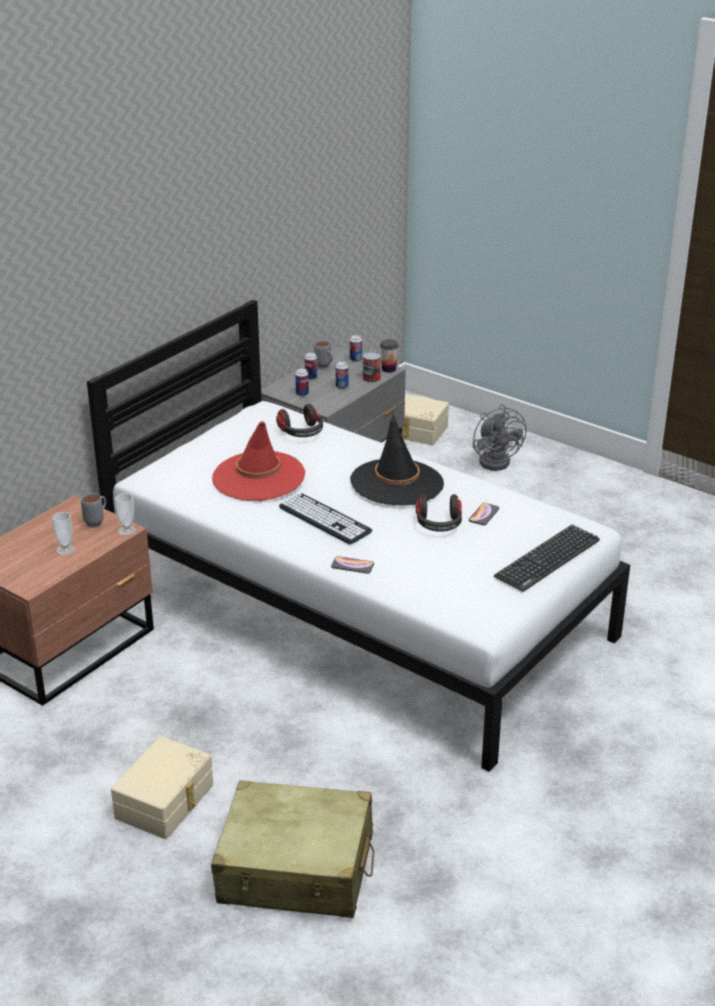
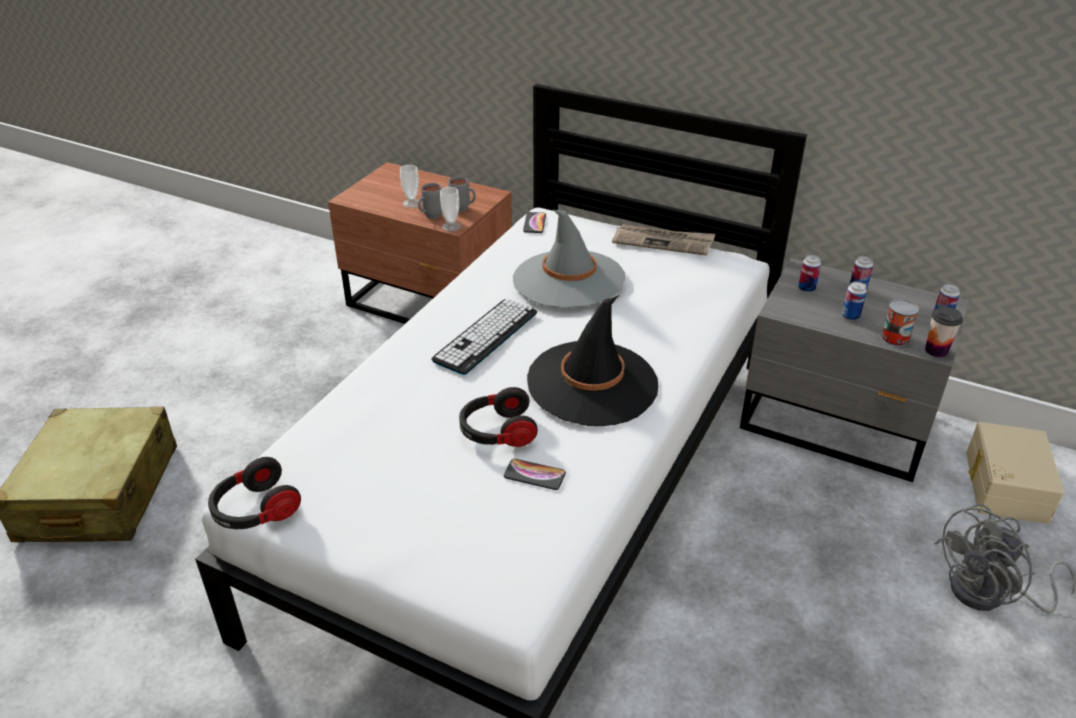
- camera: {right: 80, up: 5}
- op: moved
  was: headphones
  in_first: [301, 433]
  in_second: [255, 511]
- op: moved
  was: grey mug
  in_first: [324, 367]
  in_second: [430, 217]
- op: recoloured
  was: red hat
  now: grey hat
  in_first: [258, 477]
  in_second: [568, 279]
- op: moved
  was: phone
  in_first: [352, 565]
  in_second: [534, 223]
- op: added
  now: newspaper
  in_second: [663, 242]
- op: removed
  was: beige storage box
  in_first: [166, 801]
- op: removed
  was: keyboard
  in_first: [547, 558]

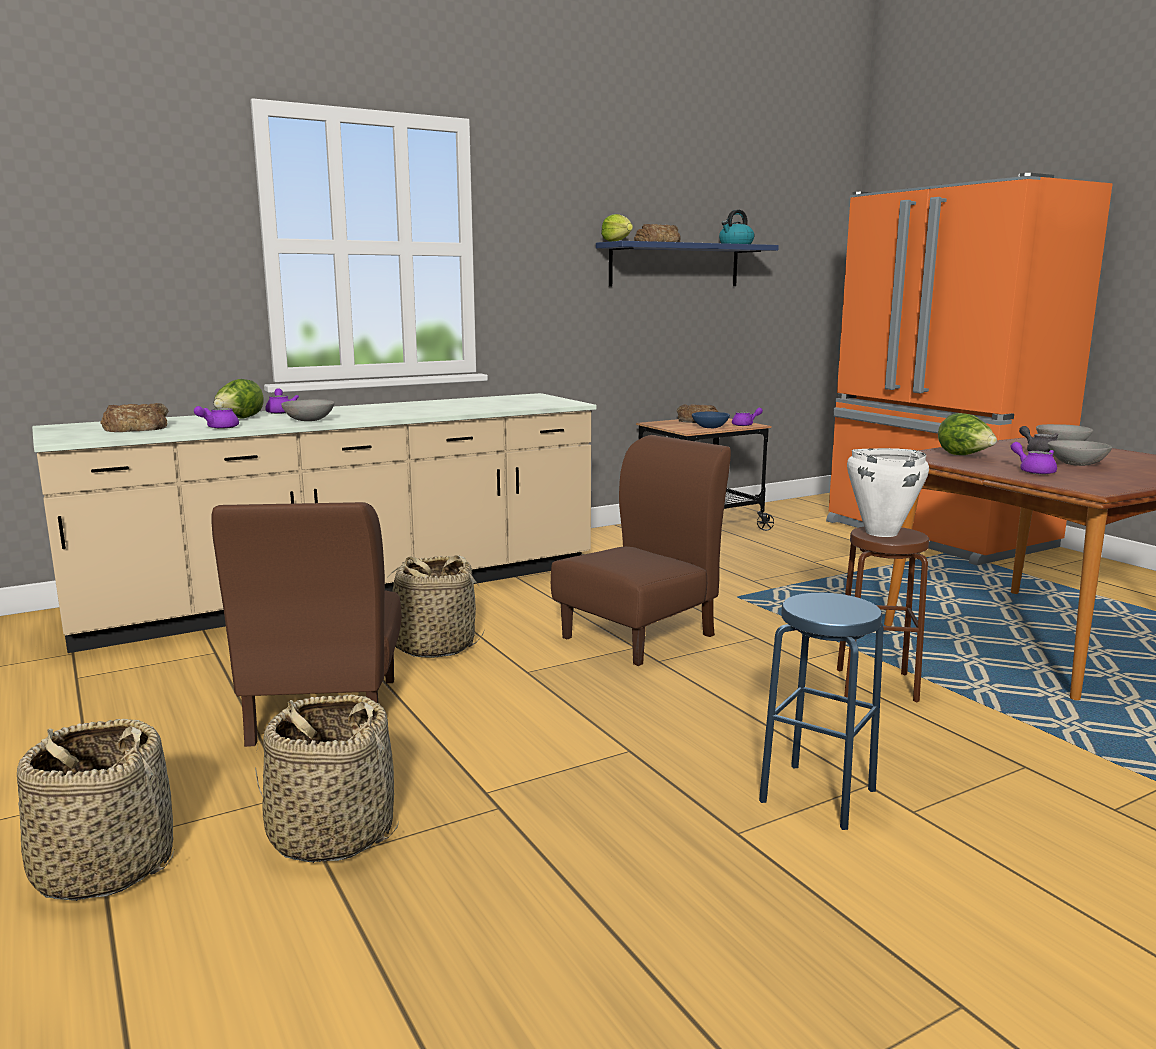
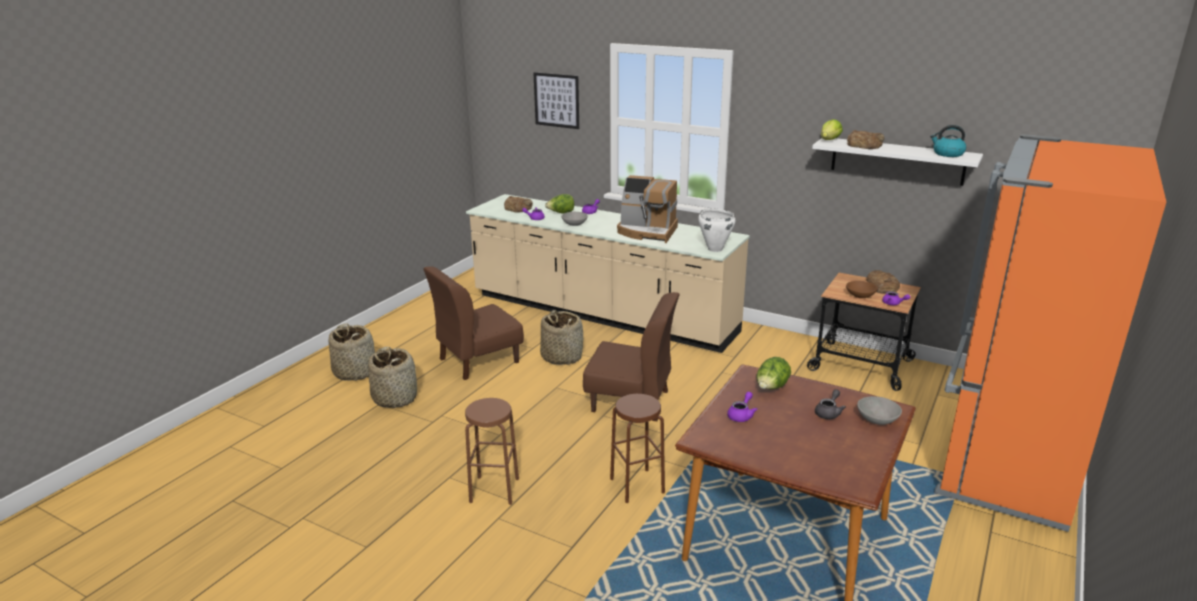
- camera: {right: 60, up: 10}
- op: recoloured
  was: blue stool
  now: brown stool
  in_first: [818, 795]
  in_second: [494, 490]
- op: added
  now: picture
  in_second: [556, 100]
- op: added
  now: coffee machine
  in_second: [647, 232]
- op: moved
  was: white cooking pot
  in_first: [880, 533]
  in_second: [715, 249]
- op: recoloured
  was: blue shelf
  now: white shelf
  in_first: [675, 265]
  in_second: [897, 161]
- op: recoloured
  was: blue bowl
  now: brown bowl
  in_first: [710, 427]
  in_second: [860, 296]
- op: removed
  was: grey bowl
  in_first: [1076, 464]

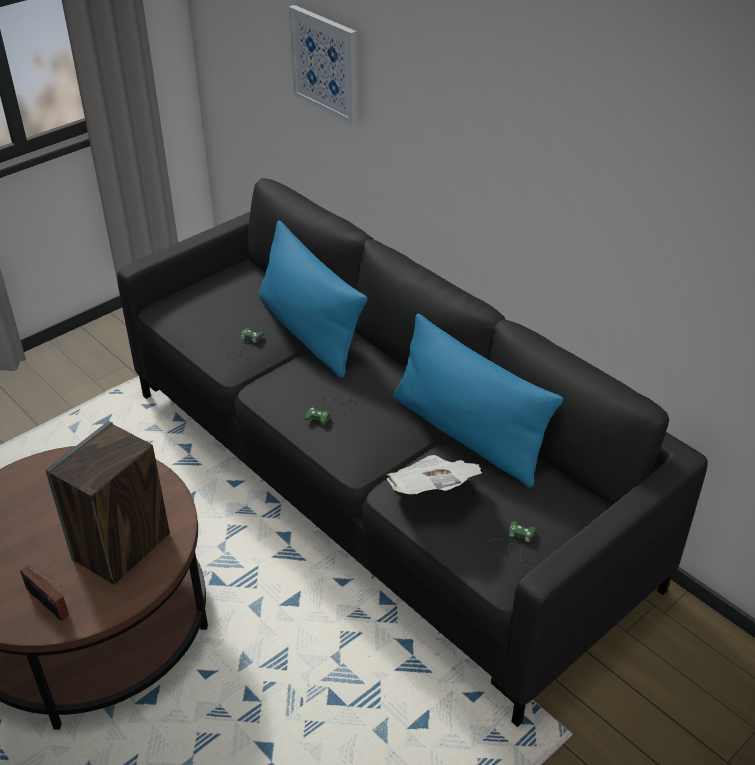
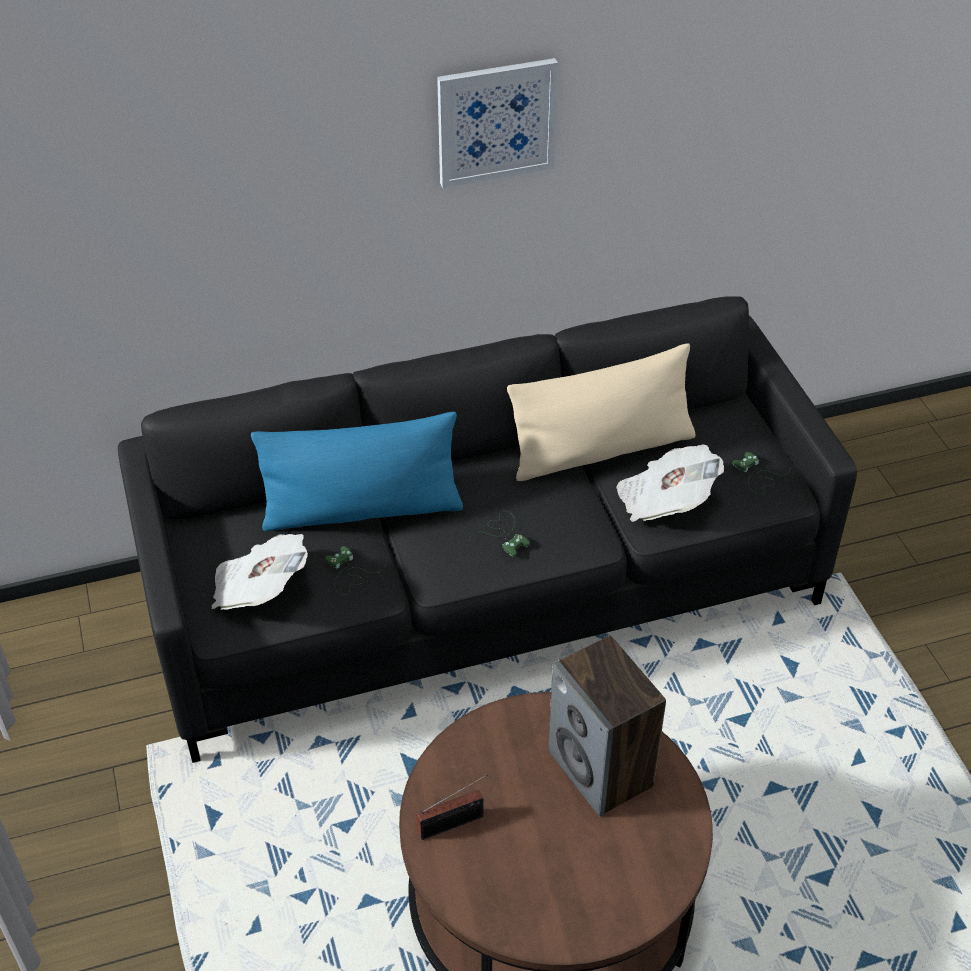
- camera: {right: -65, up: 5}
- op: added
  now: newspaper
  in_second: [259, 590]
- op: moved
  was: radio
  in_first: [49, 605]
  in_second: [454, 823]
- op: moved
  was: picture
  in_first: [326, 64]
  in_second: [496, 121]
- op: recoloured
  was: blue pillow
  now: beige pillow
  in_first: [467, 434]
  in_second: [602, 450]

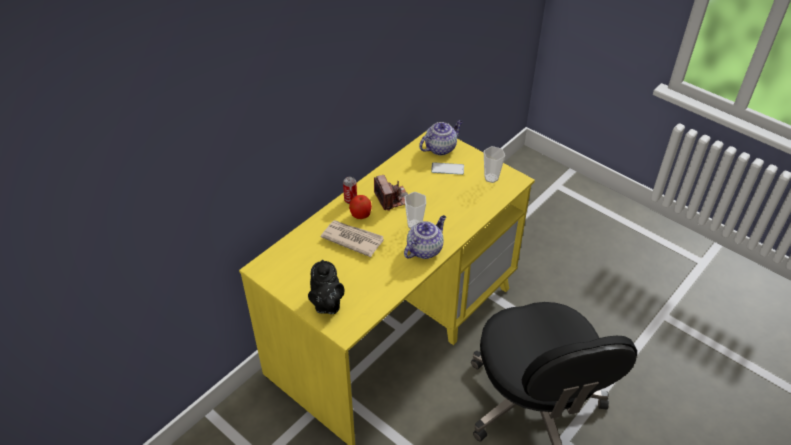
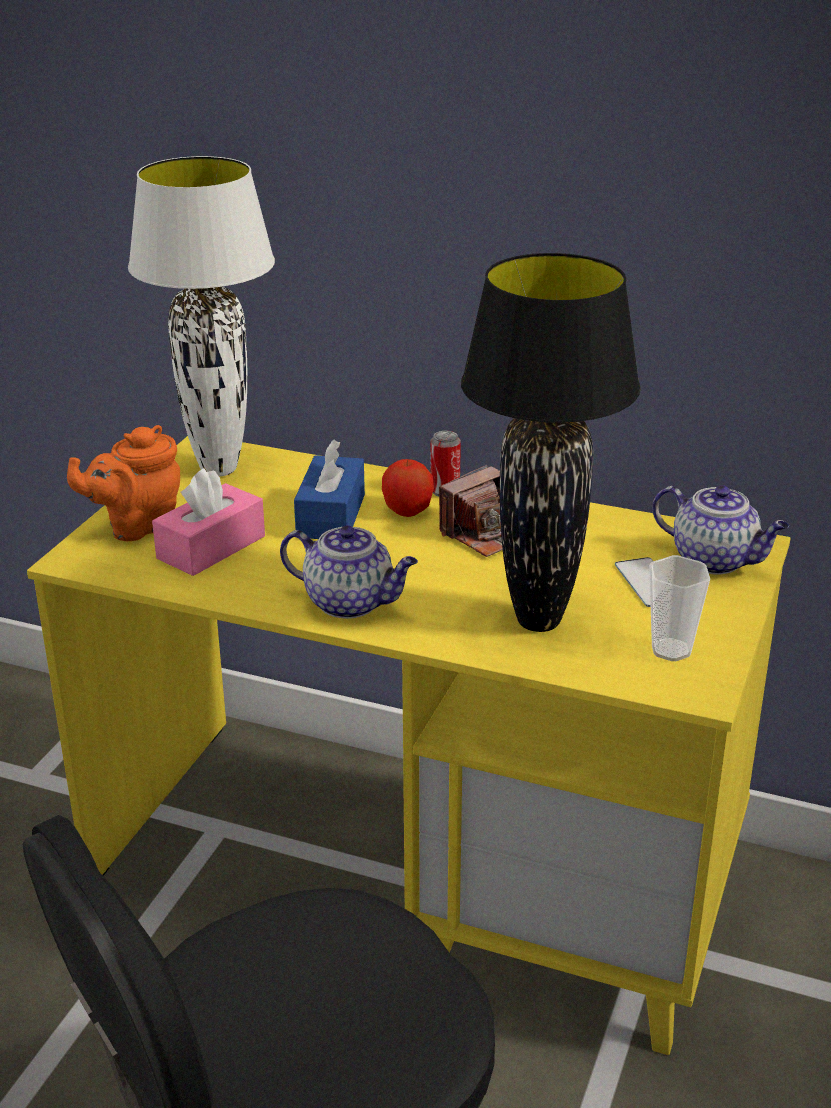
- camera: {right: 70, up: -15}
- op: recoloured
  was: black teapot
  now: orange teapot
  in_first: [327, 305]
  in_second: [136, 527]
- op: added
  now: white table lamp
  in_second: [218, 469]
- op: added
  now: pink tissue box
  in_second: [211, 547]
- op: replaced
  was: newspaper
  now: blue tissue box
  in_first: [352, 239]
  in_second: [331, 516]
- op: added
  now: black table lamp
  in_second: [537, 621]
- op: removed
  was: cup
  in_first: [414, 224]

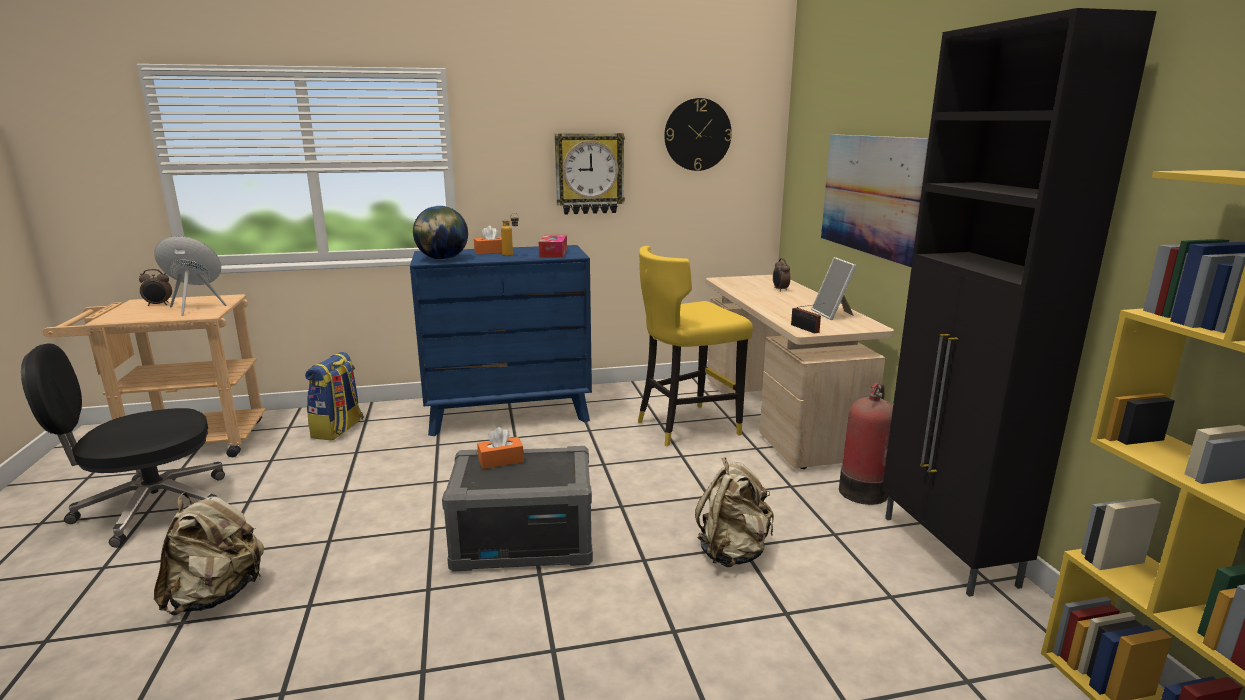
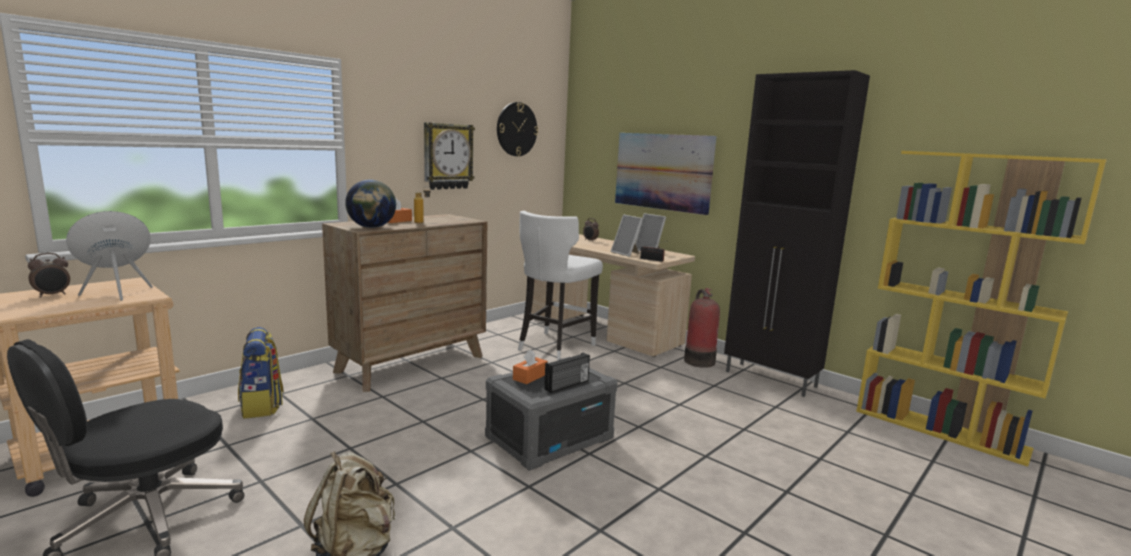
- camera: {right: -35, up: -5}
- op: recoloured
  was: blue dresser
  now: brown dresser
  in_first: [509, 414]
  in_second: [411, 364]
- op: recoloured
  was: yellow stool
  now: white stool
  in_first: [686, 426]
  in_second: [554, 347]
- op: added
  now: radio
  in_second: [567, 385]
- op: added
  now: picture frame
  in_second: [626, 253]
- op: removed
  was: tissue box
  in_first: [553, 253]
- op: removed
  was: beige backpack
  in_first: [733, 552]

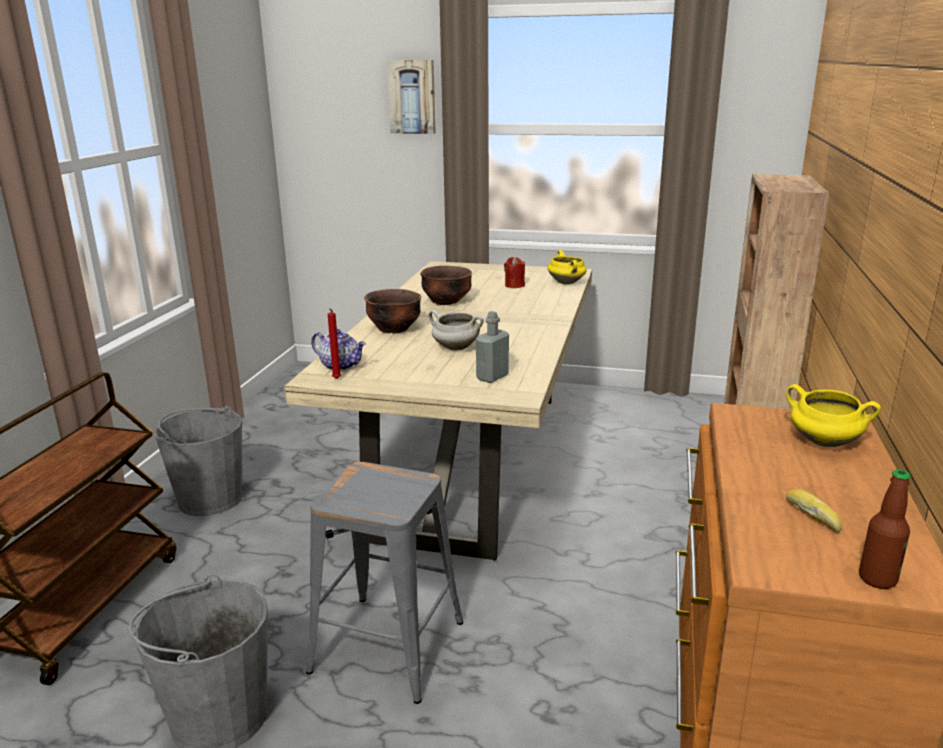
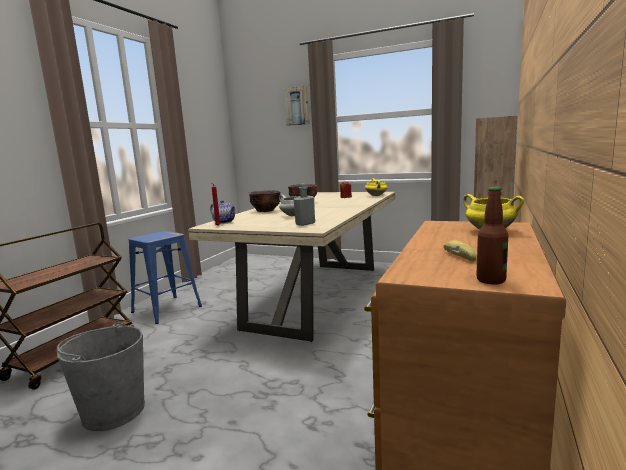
- camera: {right: 10, up: -10}
- op: replaced
  was: grey bucket
  now: blue stool
  in_first: [210, 498]
  in_second: [166, 309]
- op: removed
  was: grey stool
  in_first: [387, 647]

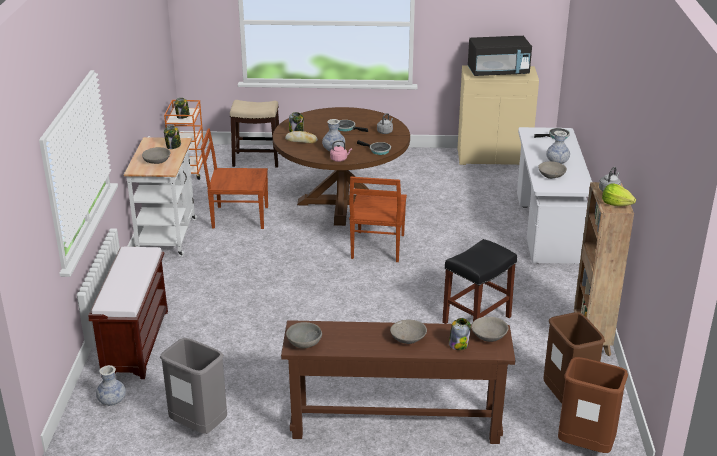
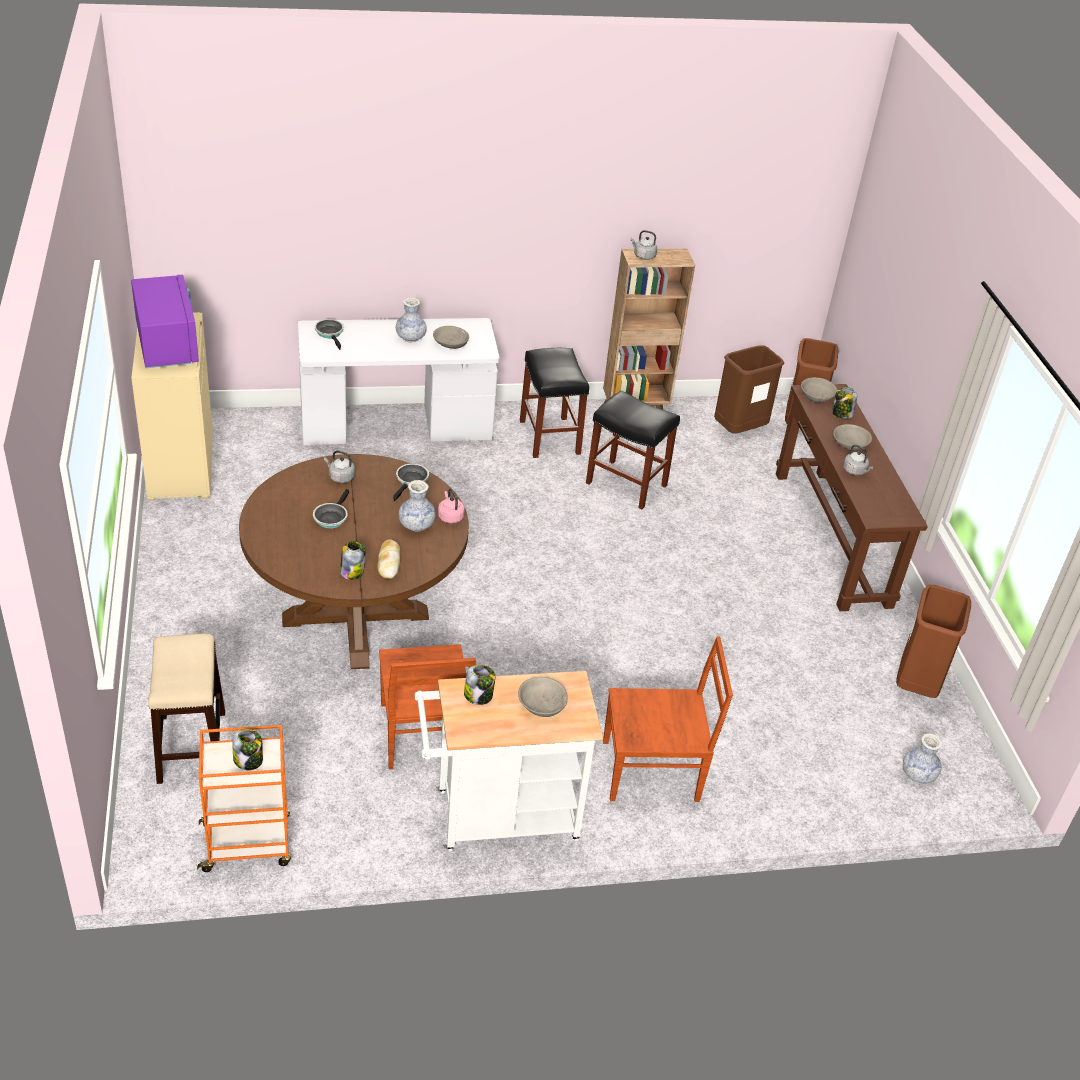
- camera: {right: -105, up: 10}
- op: recoloured
  was: black microwave
  now: purple microwave
  in_first: [498, 72]
  in_second: [167, 345]
- op: added
  now: black stool
  in_second: [549, 437]
- op: moved
  was: brown chair
  in_first: [377, 247]
  in_second: [653, 771]
- op: added
  now: grey kettle
  in_second: [855, 471]
- op: recoloured
  was: grey trash can
  now: brown trash can
  in_first: [198, 426]
  in_second: [916, 685]
- op: removed
  was: brown bench
  in_first: [136, 342]
- op: removed
  was: grey bowl
  in_first: [304, 343]
- op: removed
  was: lettuce
  in_first: [616, 204]

